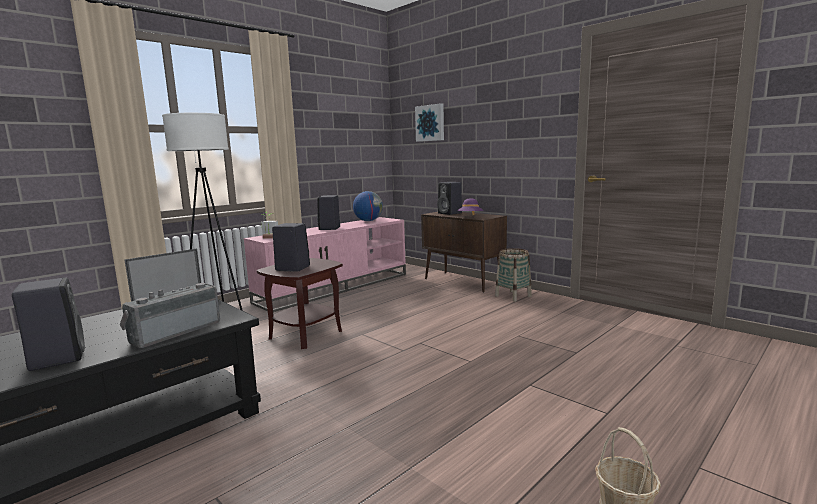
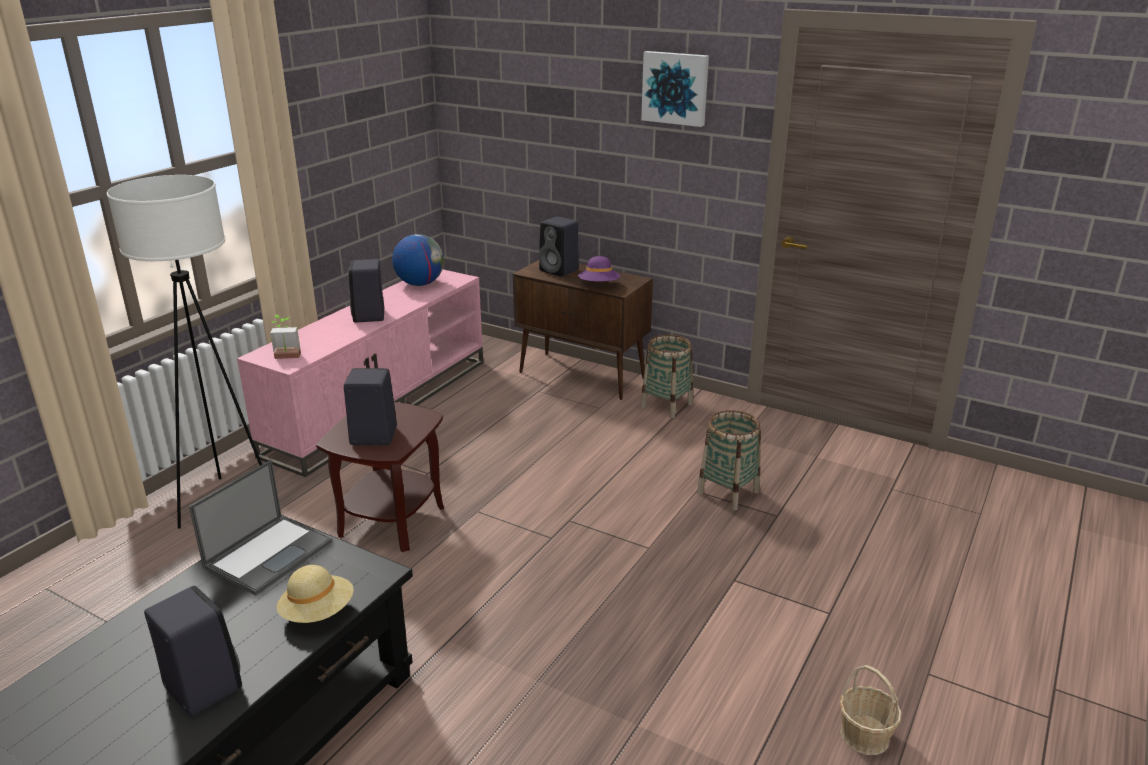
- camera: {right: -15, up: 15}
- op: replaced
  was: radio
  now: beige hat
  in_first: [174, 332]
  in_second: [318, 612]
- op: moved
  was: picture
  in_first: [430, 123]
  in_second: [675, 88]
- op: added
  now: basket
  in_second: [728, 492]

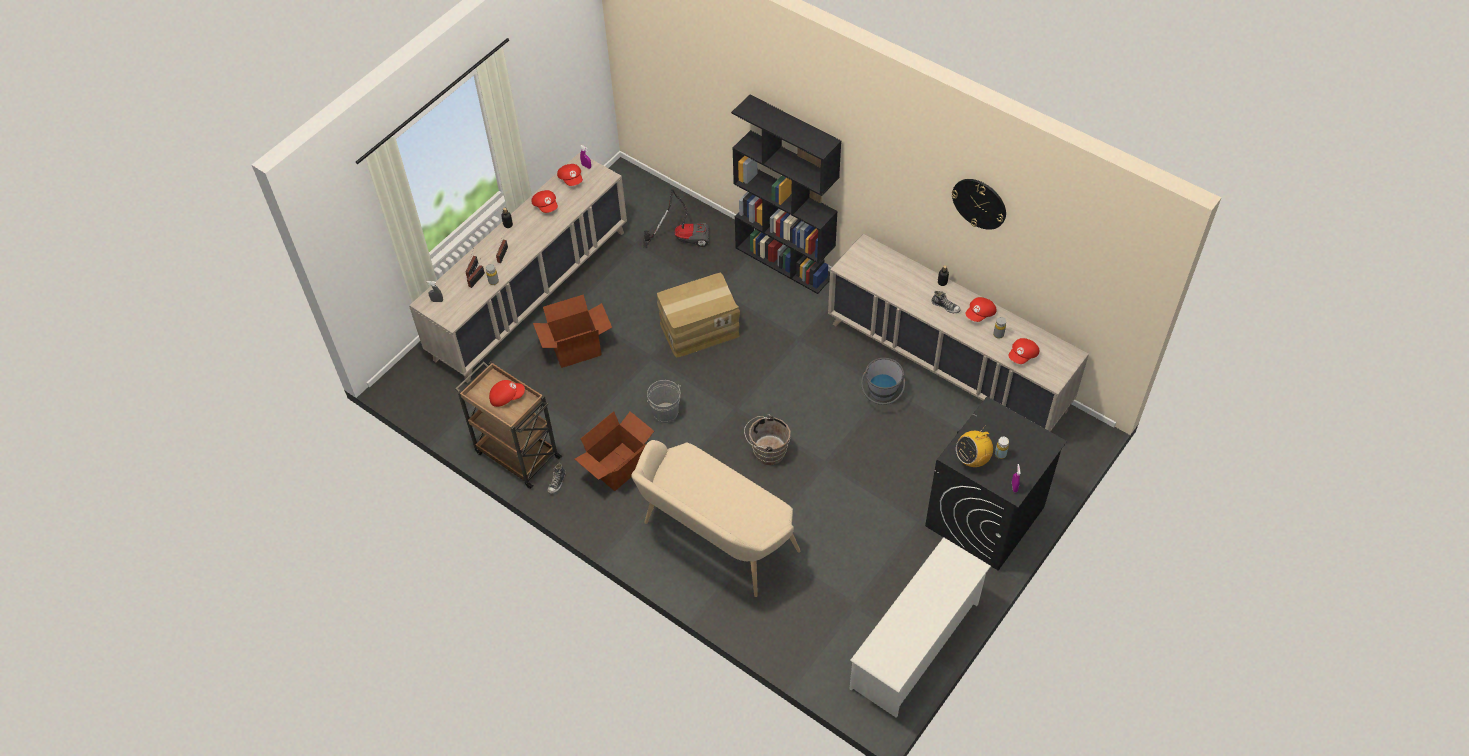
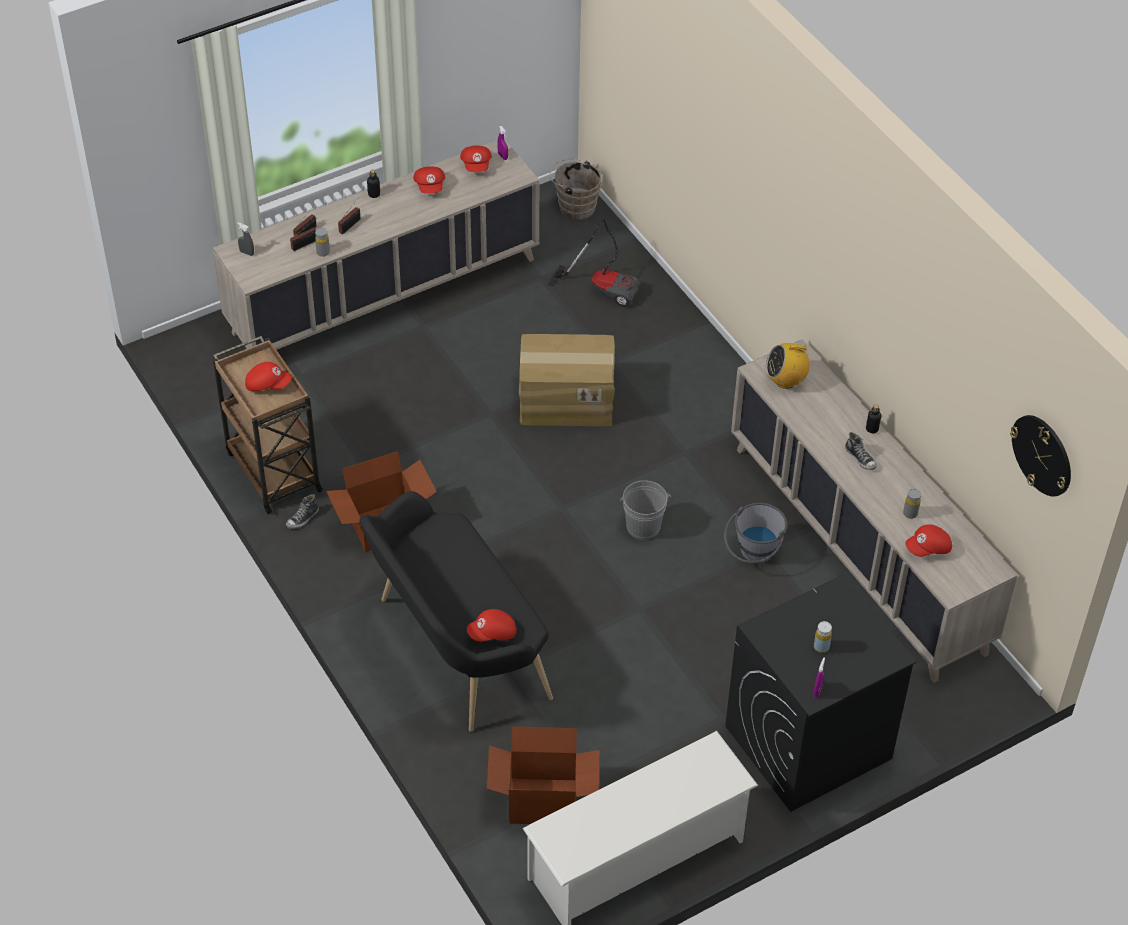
- camera: {right: 20, up: -5}
- op: recoloured
  was: beige bench
  now: black bench
  in_first: [714, 540]
  in_second: [455, 650]
- op: moved
  was: red cap
  in_first: [980, 314]
  in_second: [492, 633]
- op: moved
  was: cardboard box
  in_first: [576, 348]
  in_second: [542, 800]
- op: moved
  was: brown bucket
  in_first: [767, 452]
  in_second: [574, 206]
- op: moved
  was: grey bucket
  in_first: [665, 413]
  in_second: [643, 527]
- op: moved
  was: radio
  in_first: [972, 459]
  in_second: [786, 381]
- op: moved
  was: wall clock
  in_first: [979, 203]
  in_second: [1042, 455]
- op: removed
  was: black bookcase
  in_first: [785, 262]

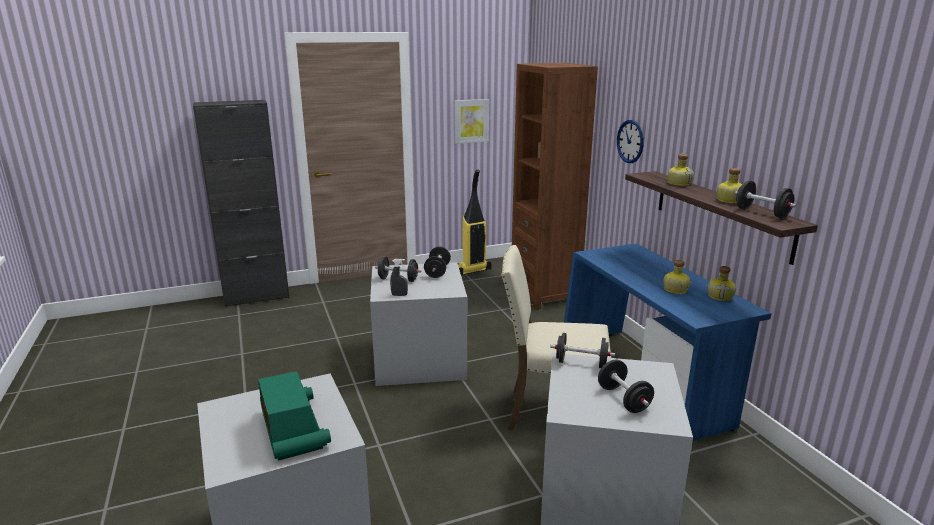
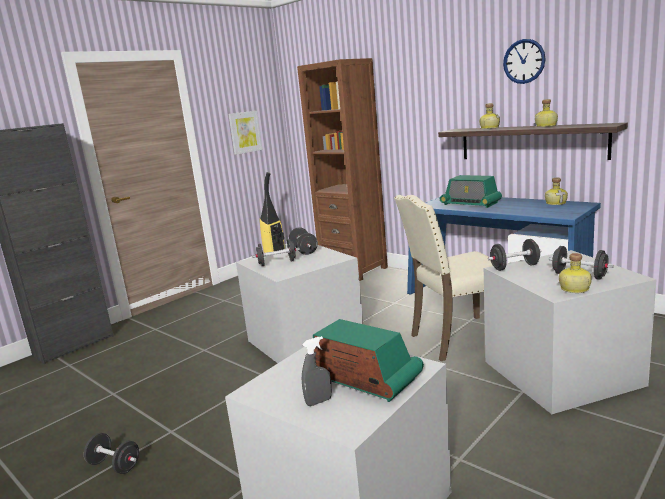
- camera: {right: -25, up: -5}
- op: moved
  was: black dumbbell
  in_first: [762, 213]
  in_second: [114, 465]
- op: moved
  was: grey spray bottle
  in_first: [399, 295]
  in_second: [319, 402]
- op: added
  now: radio
  in_second: [470, 204]
- op: moved
  was: wall clock
  in_first: [630, 141]
  in_second: [524, 61]
- op: moved
  was: bottle
  in_first: [674, 290]
  in_second: [574, 289]

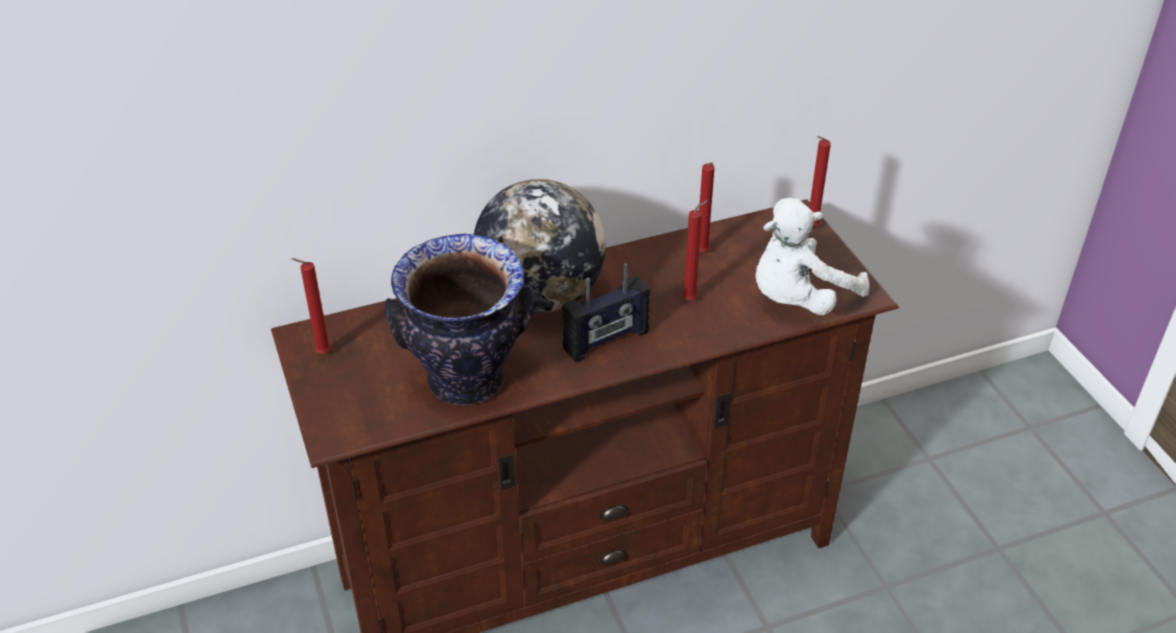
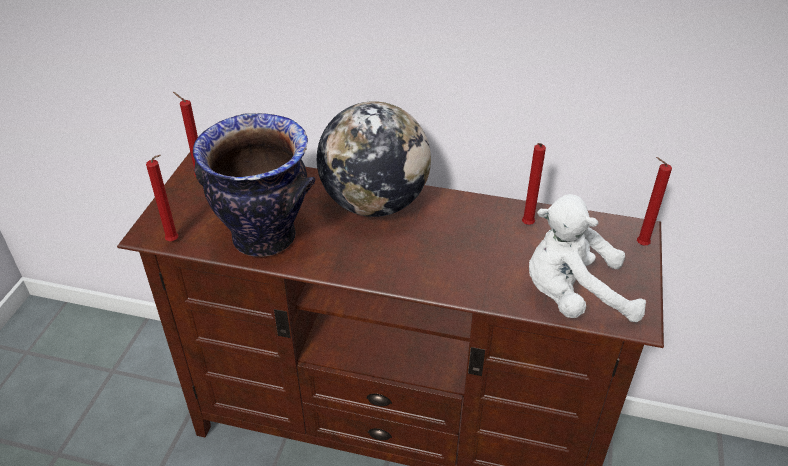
- camera: {right: 35, up: 0}
- op: moved
  was: red candle
  in_first: [691, 299]
  in_second: [174, 241]
- op: removed
  was: radio
  in_first: [606, 341]

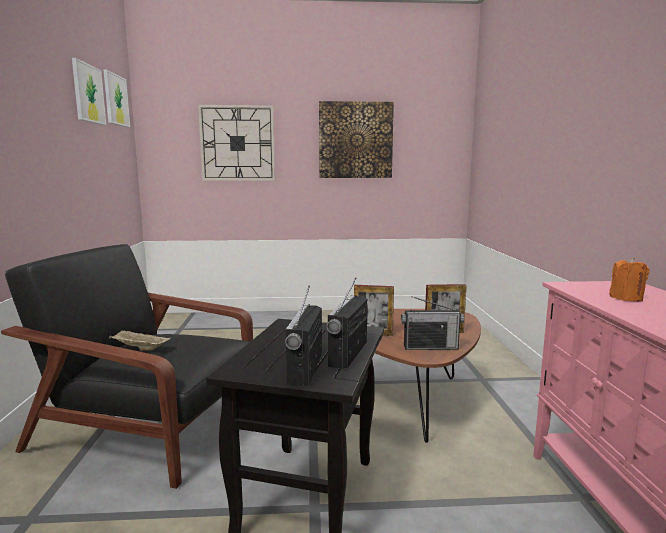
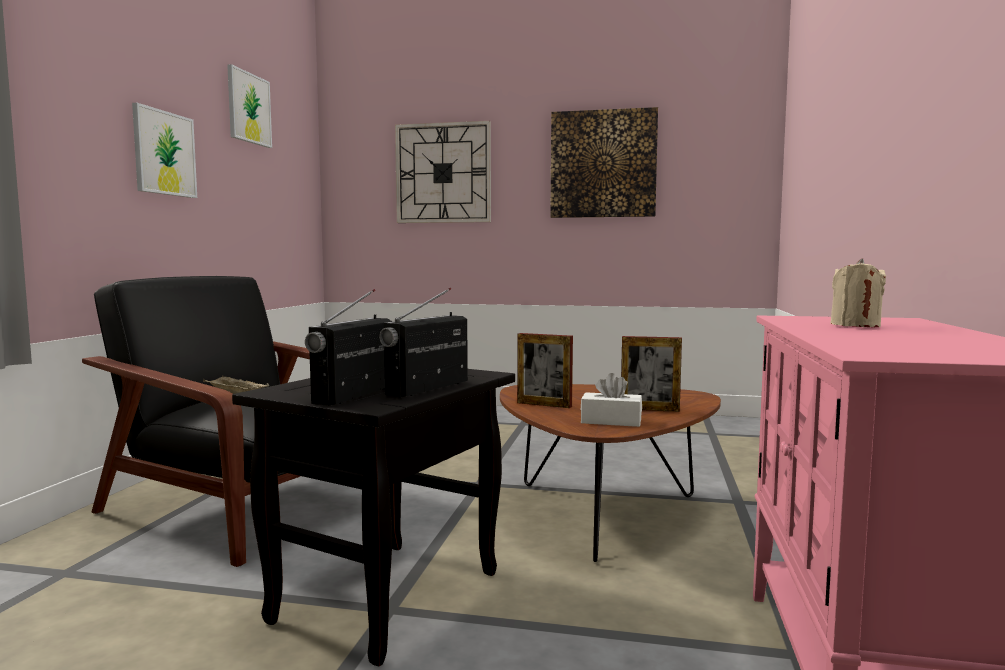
- camera: {right: 15, up: -5}
- op: moved
  was: picture
  in_first: [116, 100]
  in_second: [164, 153]
- op: replaced
  was: radio
  now: white tissue box
  in_first: [430, 347]
  in_second: [611, 421]
- op: recoloured
  was: orange candle
  now: beige candle
  in_first: [626, 298]
  in_second: [855, 325]

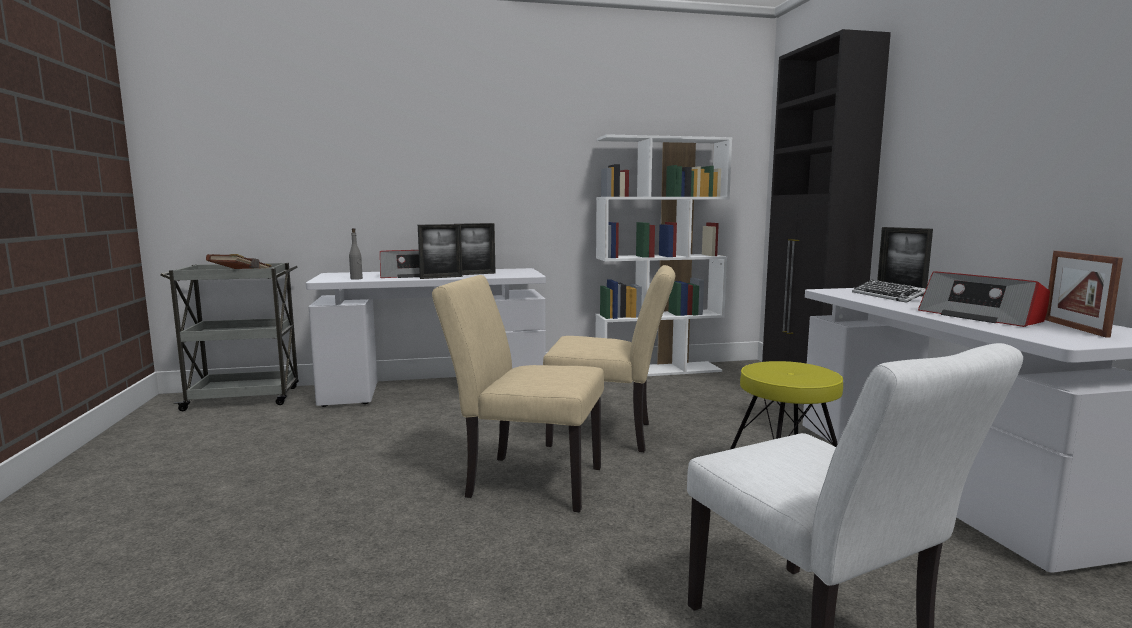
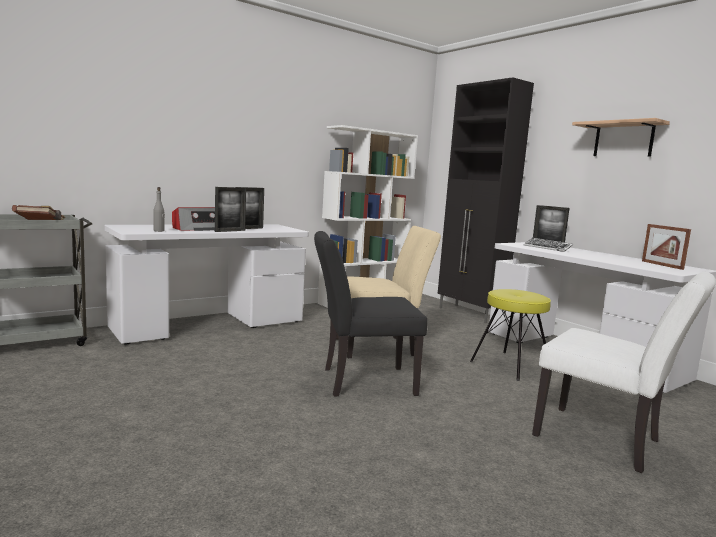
- camera: {right: -25, up: 0}
- op: recoloured
  was: beige chair
  now: black chair
  in_first: [524, 481]
  in_second: [360, 381]
- op: added
  now: shelf
  in_second: [623, 139]
- op: removed
  was: radio
  in_first: [981, 317]

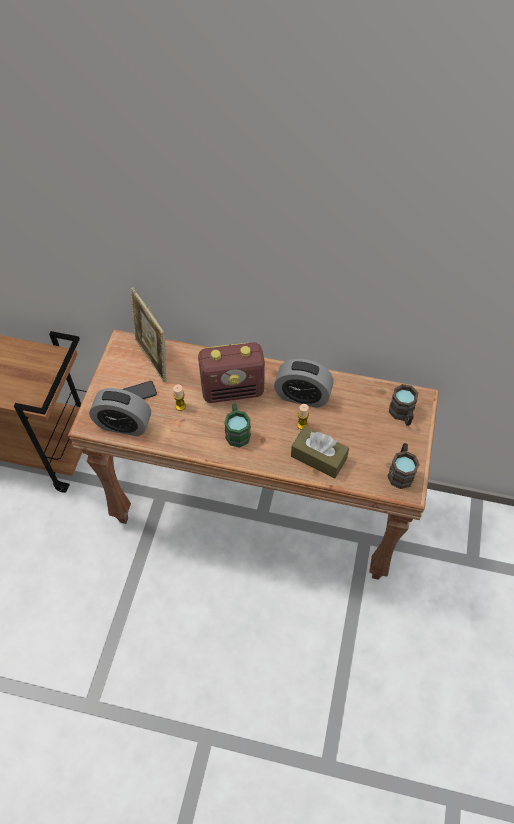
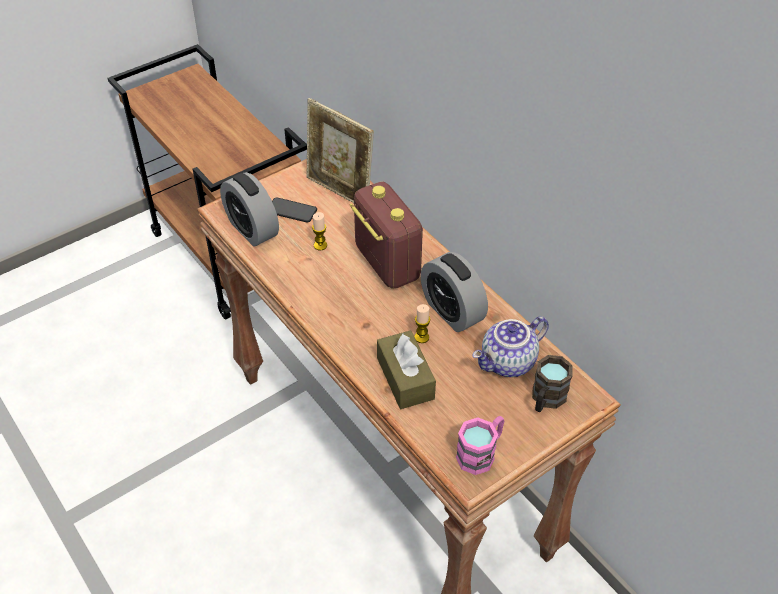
- camera: {right: 40, up: -10}
- op: turned
  was: picture frame
  in_first: [153, 359]
  in_second: [340, 191]
  clockwise: -60
- op: turned
  was: radio
  in_first: [233, 390]
  in_second: [386, 263]
  clockwise: -150
- op: recoloured
  was: brown mug
  now: pink mug
  in_first: [400, 471]
  in_second: [481, 453]
- op: added
  now: teapot
  in_second: [508, 363]
- op: removed
  was: green mug
  in_first: [237, 431]

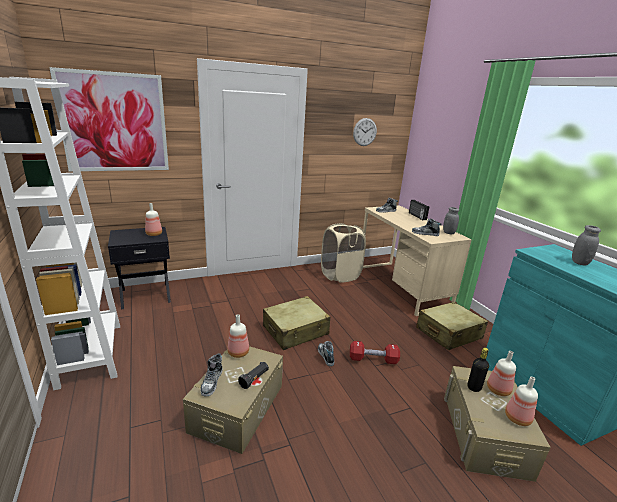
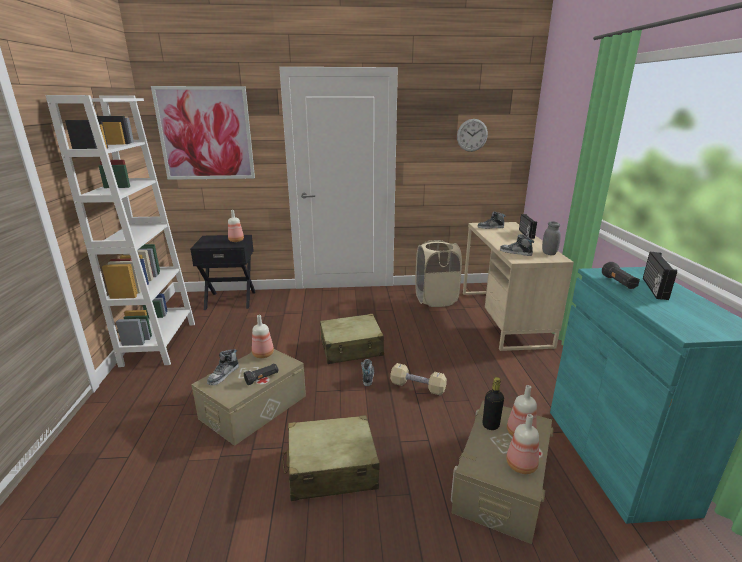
- camera: {right: 20, up: 0}
- op: moved
  was: beige suitcase
  in_first: [448, 333]
  in_second: [331, 468]
- op: recoloured
  was: red dumbbell
  now: beige dumbbell
  in_first: [373, 359]
  in_second: [417, 387]
- op: added
  now: black flashlight
  in_second: [618, 283]
- op: replaced
  was: grey jar
  now: radio
  in_first: [579, 262]
  in_second: [653, 288]

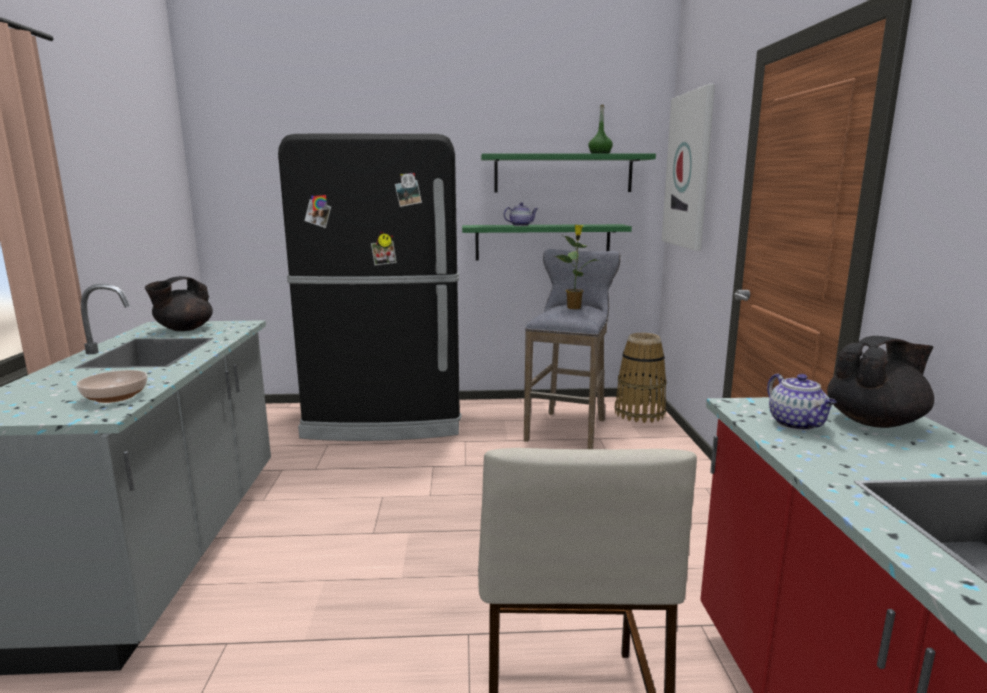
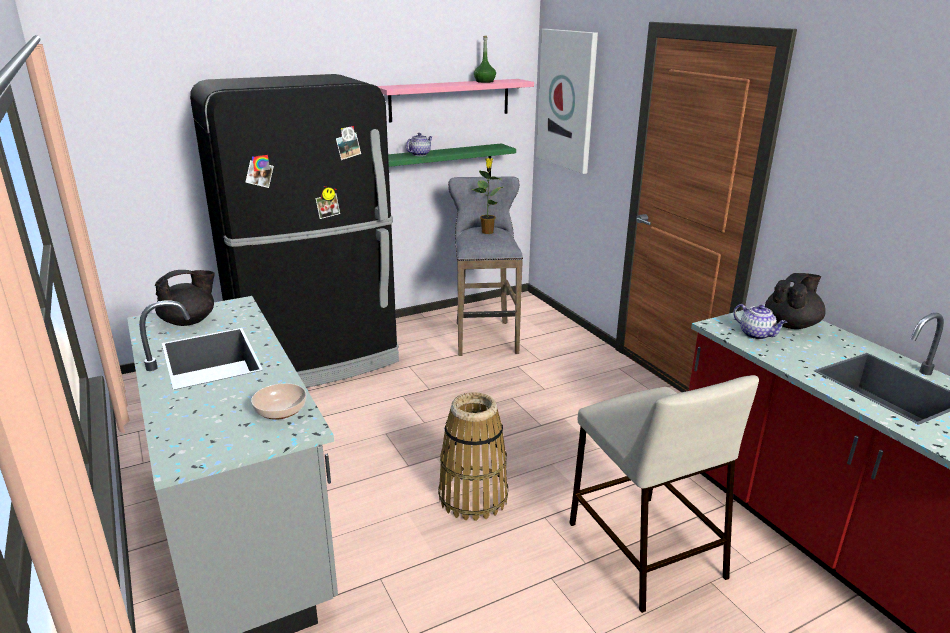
- camera: {right: -25, up: 10}
- op: turned
  was: black teapot
  in_first: [184, 329]
  in_second: [189, 321]
  clockwise: -135
- op: recoloured
  was: green shelf
  now: pink shelf
  in_first: [563, 173]
  in_second: [450, 100]
- op: moved
  was: basket
  in_first: [640, 413]
  in_second: [473, 497]

